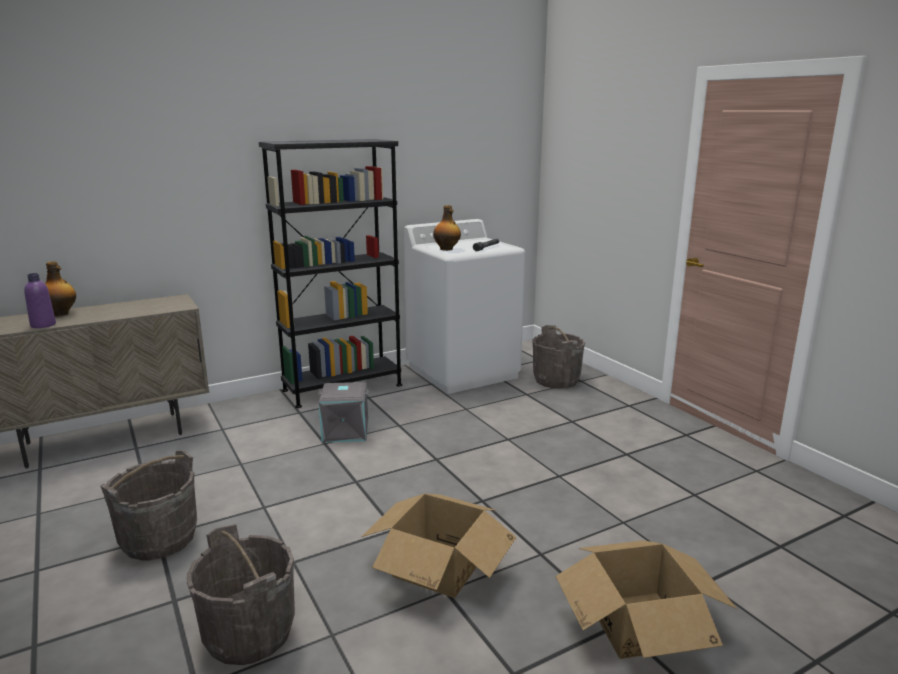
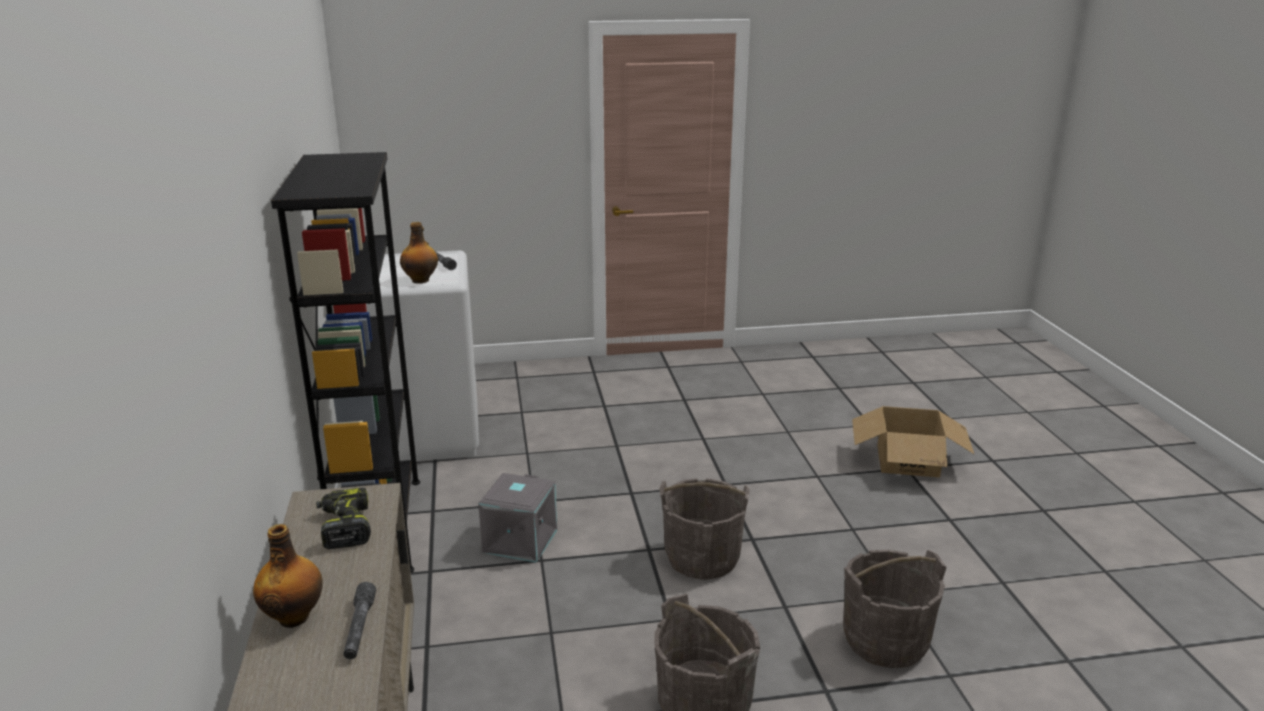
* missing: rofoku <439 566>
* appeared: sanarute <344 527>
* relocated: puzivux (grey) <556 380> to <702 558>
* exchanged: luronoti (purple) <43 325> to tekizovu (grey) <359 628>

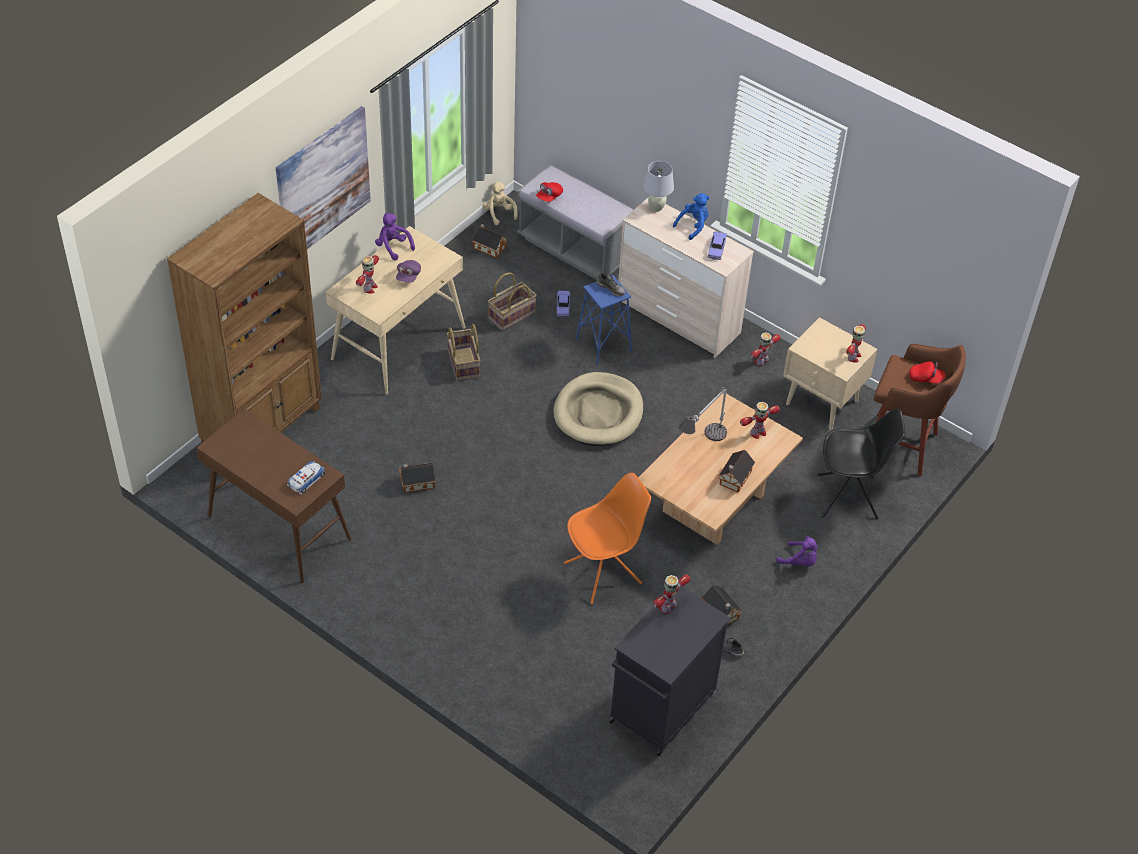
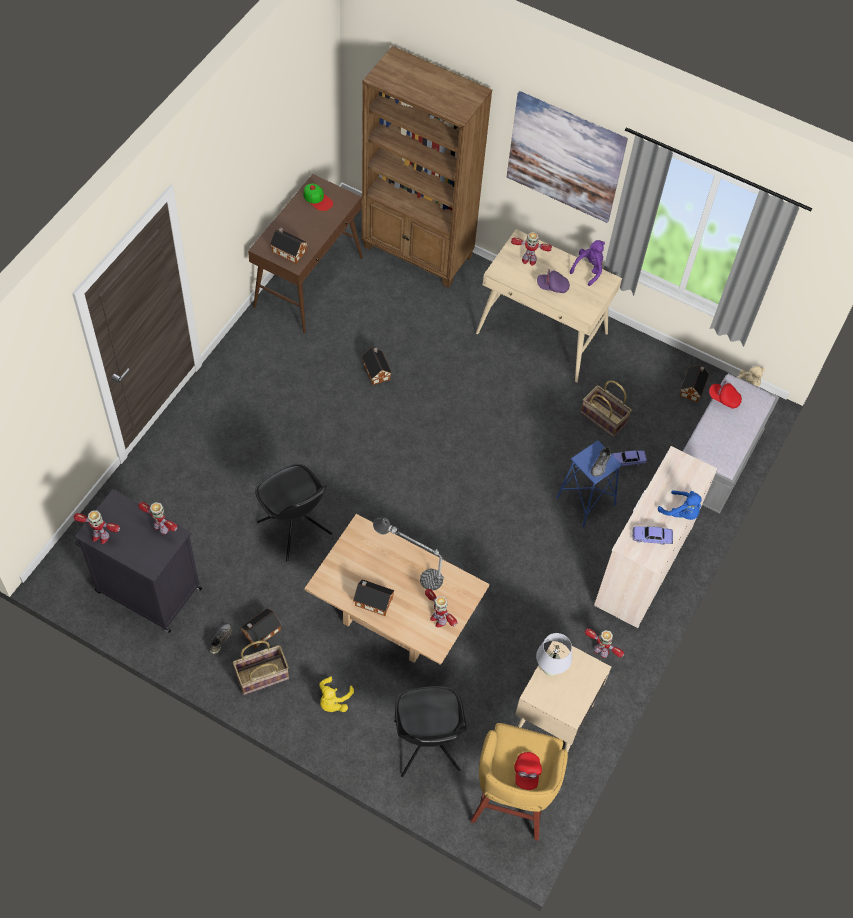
* missing: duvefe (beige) <598 412>
* appeared: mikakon <318 199>
* relocated: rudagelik <462 364> to <262 675>
* relocated: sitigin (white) <656 208> to <550 670>
* relocated: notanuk <853 357> to <100 536>
* exchanged: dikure <306 480> to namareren <288 250>
* colour: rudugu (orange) <604 573> to rudugu (black) <295 529>
* colour: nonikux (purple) <799 561> to nonikux (yellow) <333 701>
* colour: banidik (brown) <902 445> to banidik (yellow) <510 801>

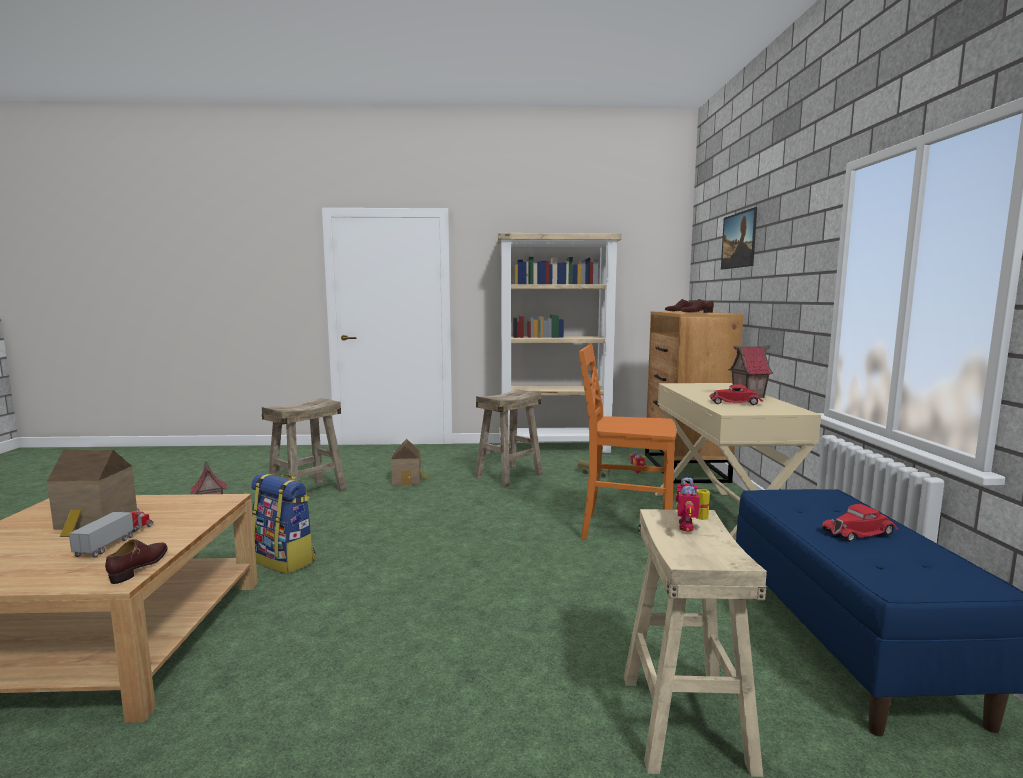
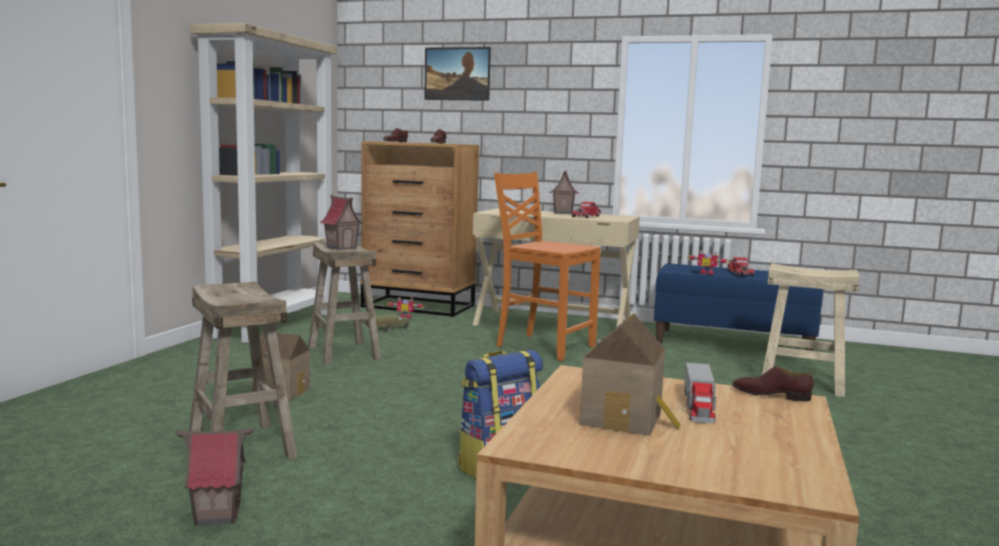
* appeared: namareren <341 248>
* relocated: notanuk <691 527> to <707 273>
* spun: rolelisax <116 540> = <698 406> 105 degrees counterclockwise
* spun: rudugu (orange) <624 530> = <543 346> 90 degrees clockwise

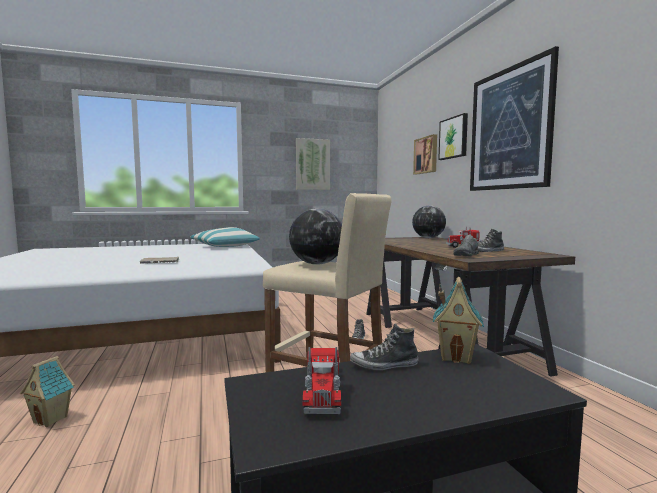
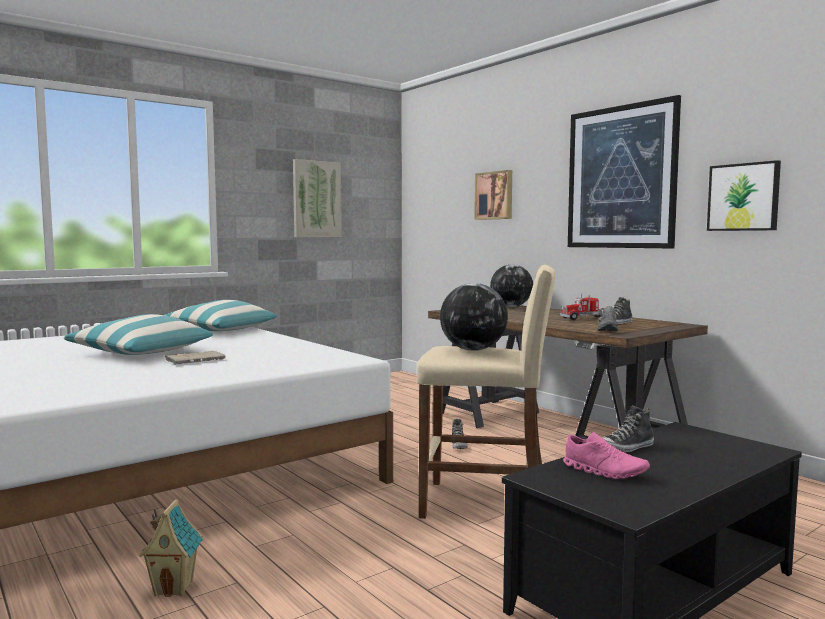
* missing: namareren <456 357>
* appeared: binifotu <141 352>
* relocated: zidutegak <454 138> to <743 197>
* exchanged: rolelisax <322 389> to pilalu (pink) <604 471>

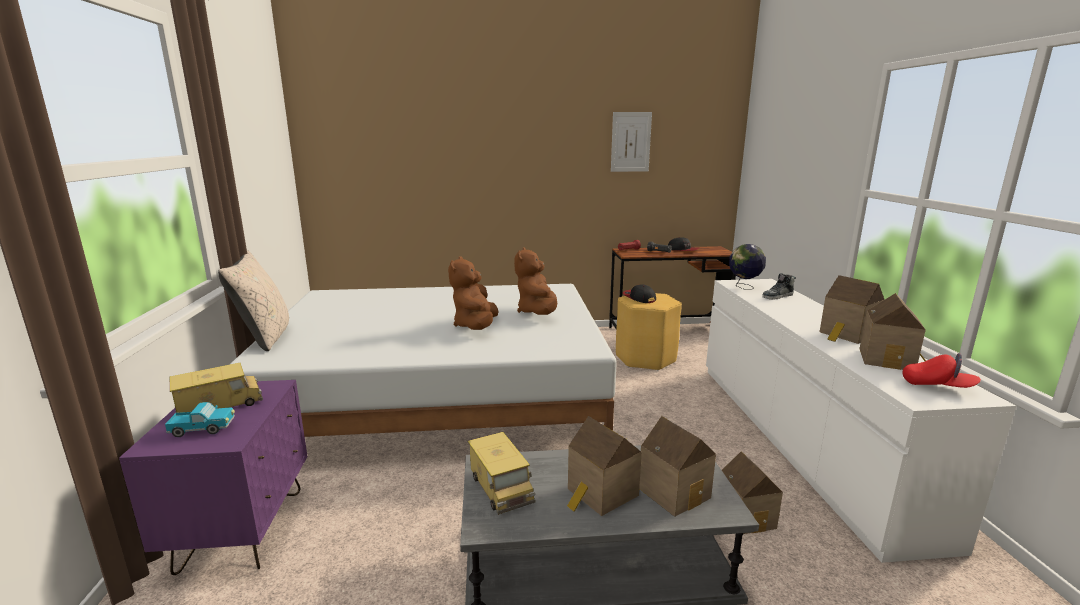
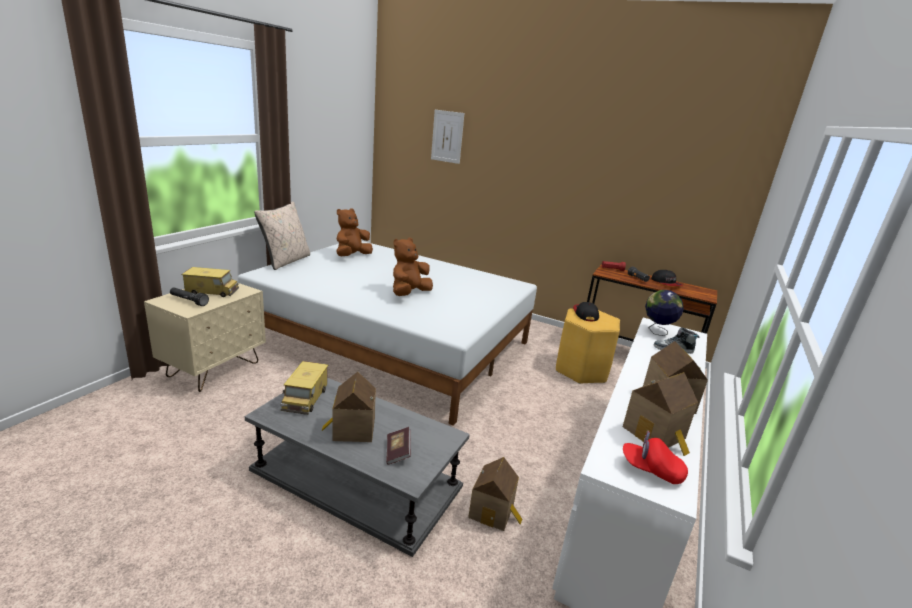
* relocated: nonikux (brown) <537 312> to <352 256>
* relocated: zidutegak <630 142> to <447 136>
* exchanged: rolelisax <203 429> to tekizovu (black) <188 301>
* exchanged: namareren <676 491> to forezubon <398 452>
* colour: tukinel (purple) <243 529> to tukinel (beige) <214 369>
* spun: mikakon (red) <937 386> = <651 470> 135 degrees clockwise

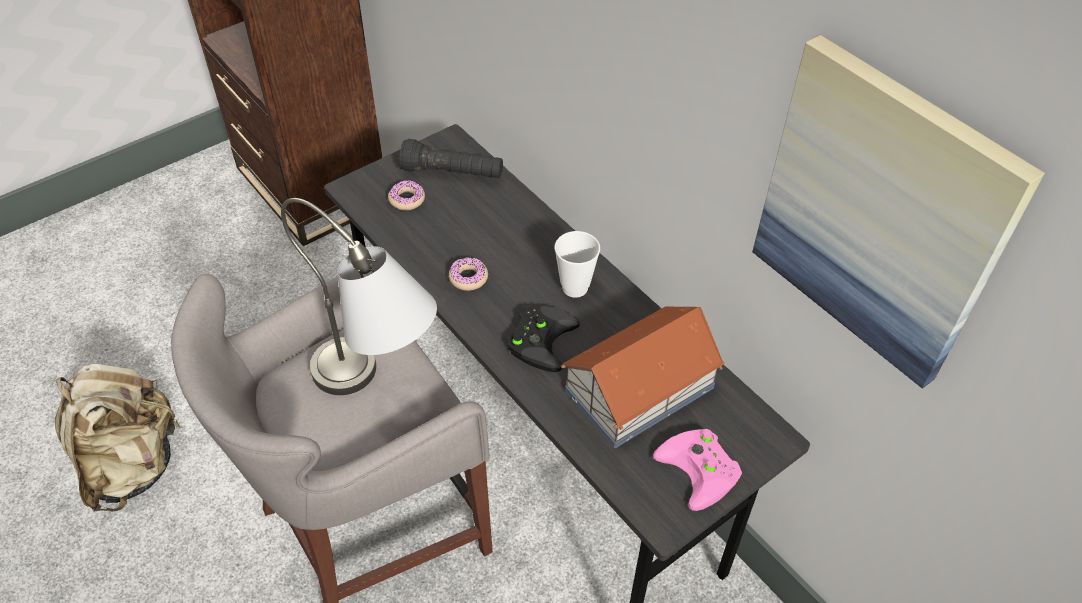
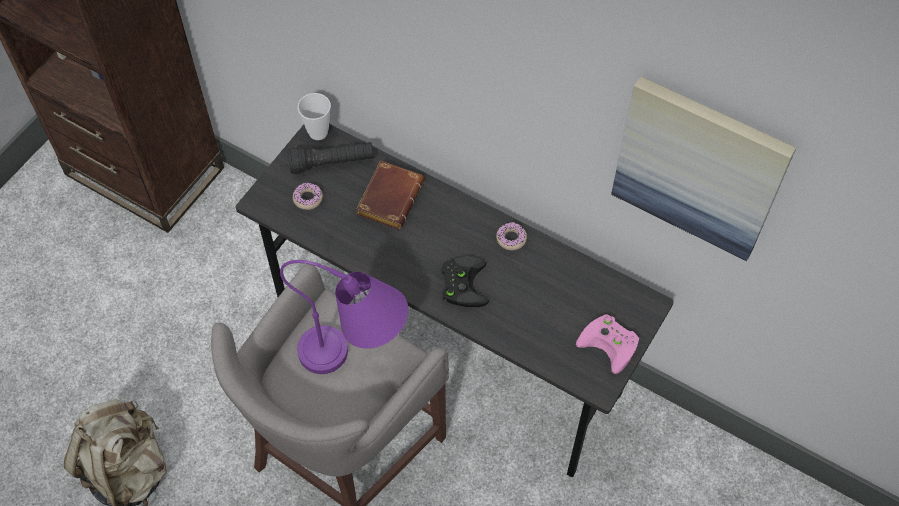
* missing: namareren <641 389>
* appeared: forezubon (brown) <389 197>
* relocated: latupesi <468 278> to <511 238>
* relocated: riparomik <575 287> to <318 132>
* colour: sitigin (grey) <378 389> to sitigin (purple) <356 358>

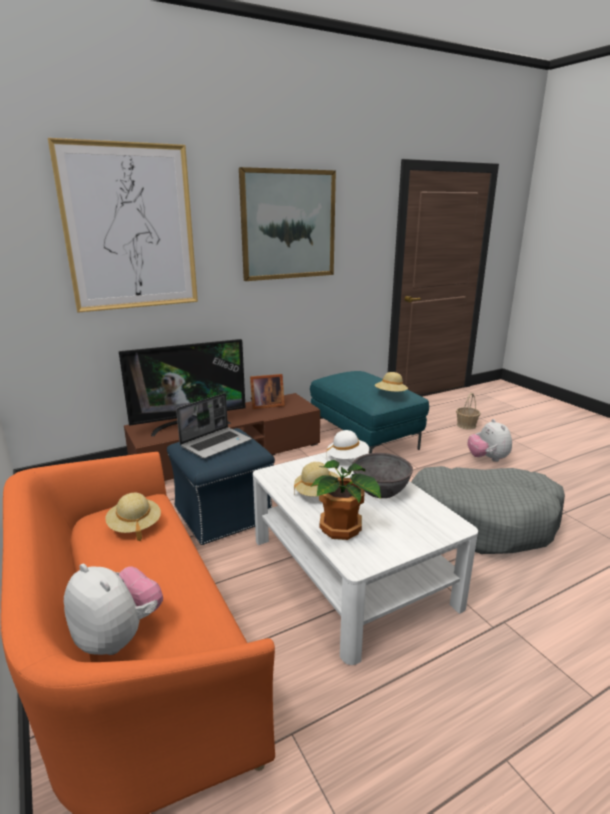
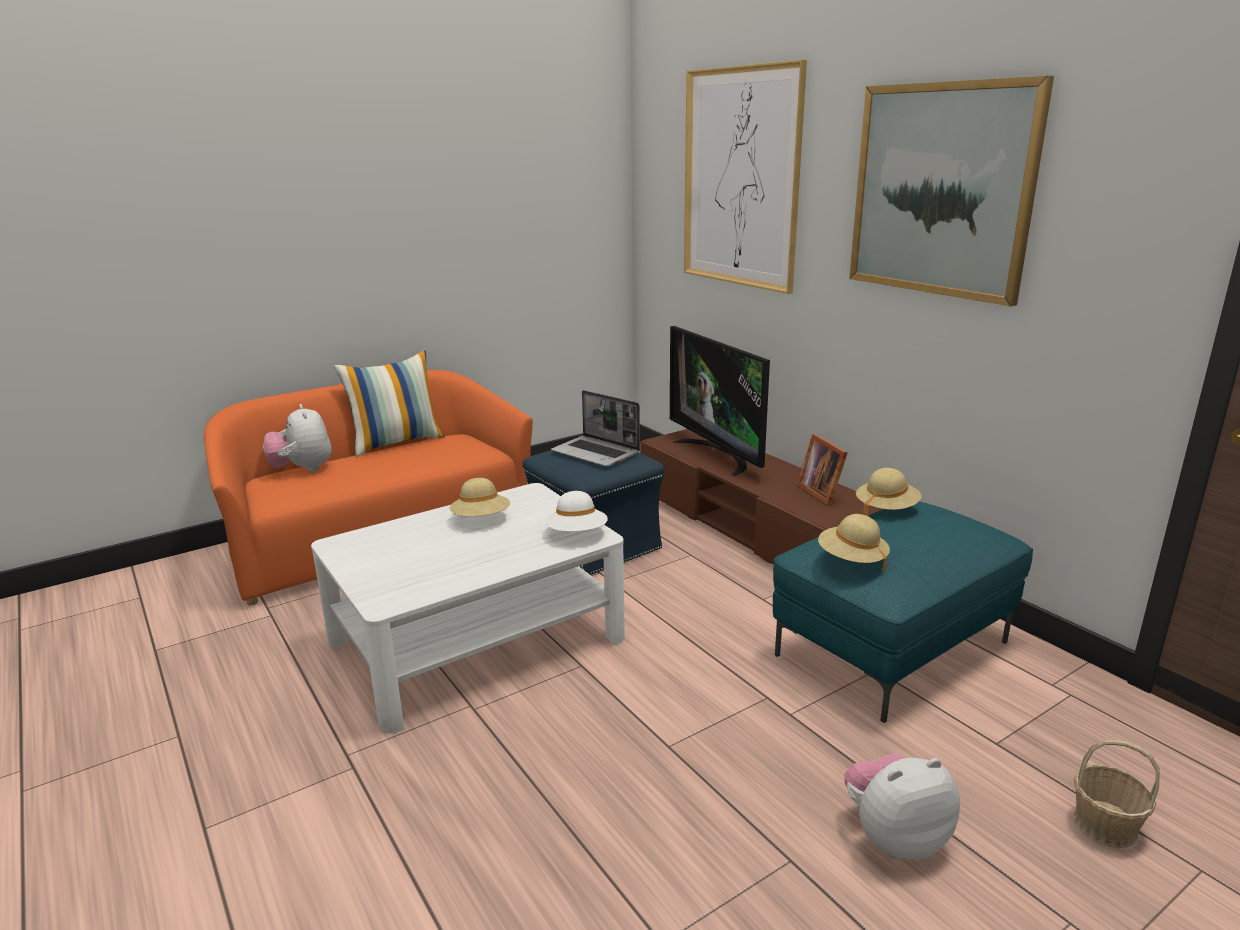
* missing: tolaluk <341 529>
* missing: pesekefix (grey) <380 490>
* missing: duvefe (grey) <483 521>
* appeared: binifotu <396 442>
* relocated: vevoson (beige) <135 526> to <886 508>
* spun: nonikux <118 636> = <302 469> 120 degrees clockwise

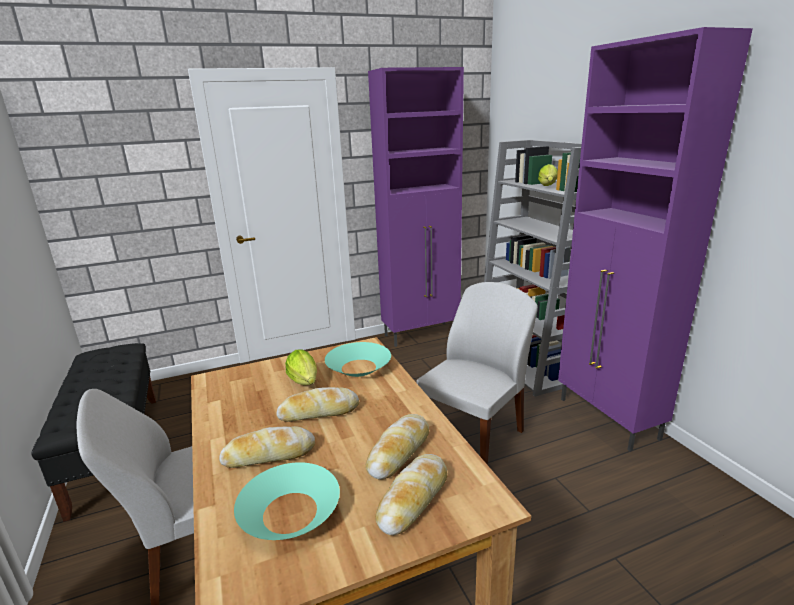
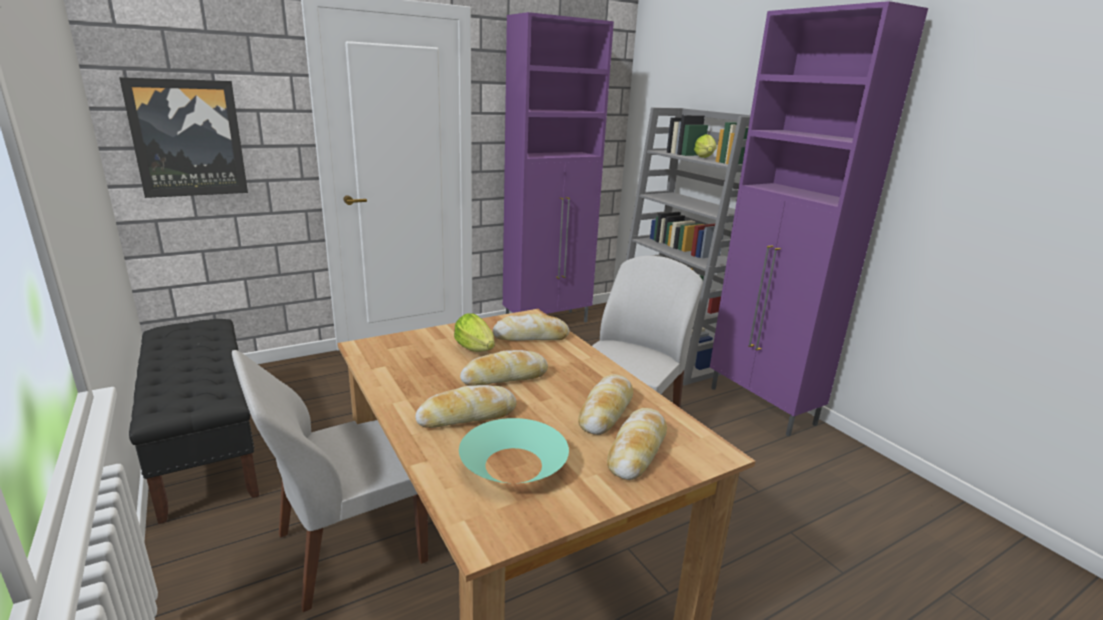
* appeared: zidutegak <188 138>
* exchanged: pesekefix (turquoise) <359 367> to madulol <531 336>

